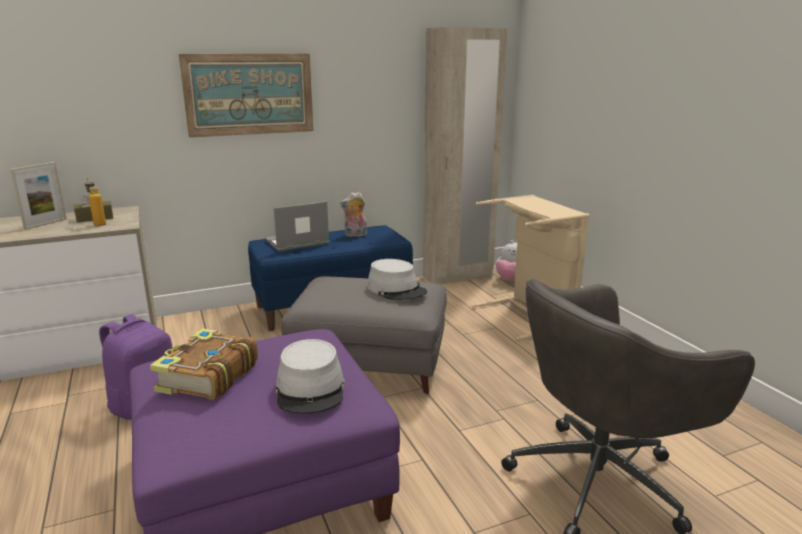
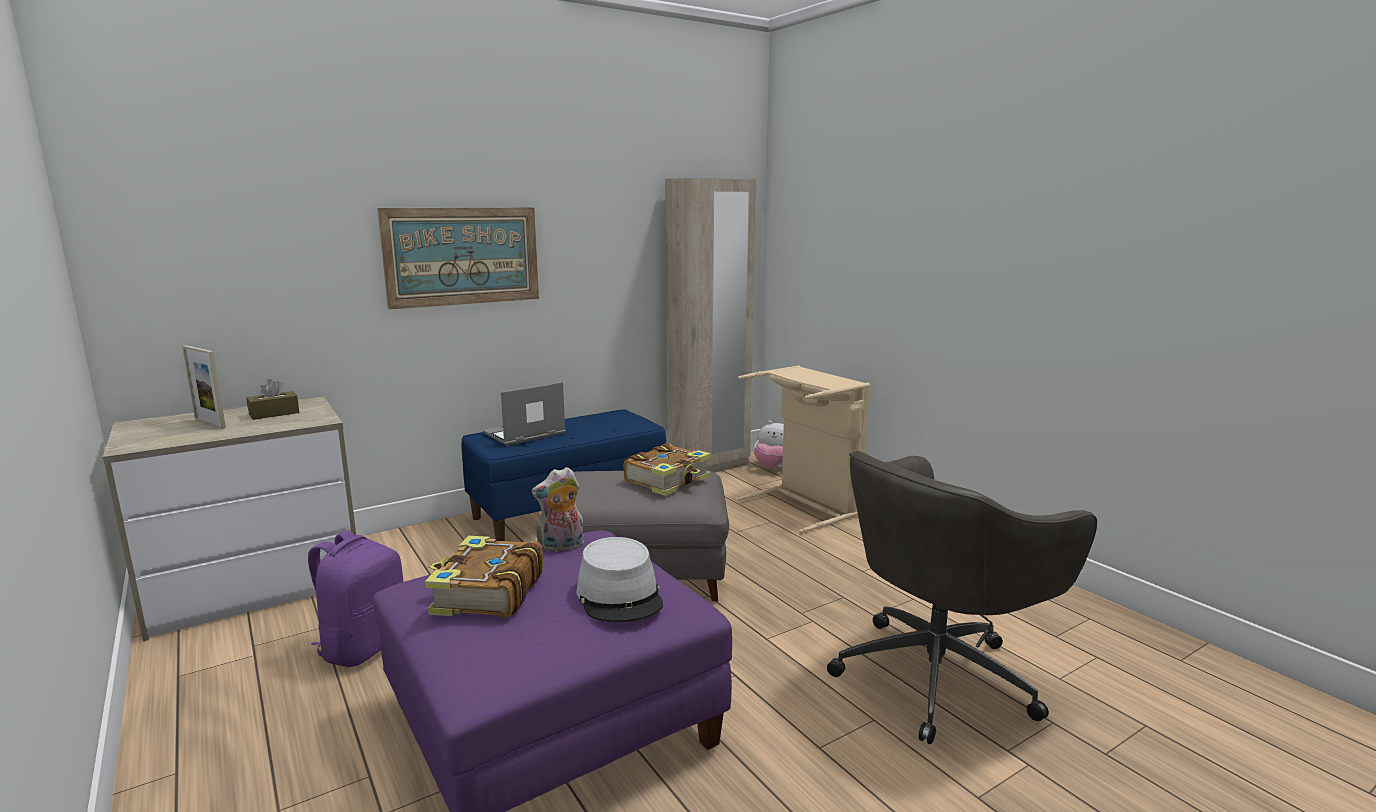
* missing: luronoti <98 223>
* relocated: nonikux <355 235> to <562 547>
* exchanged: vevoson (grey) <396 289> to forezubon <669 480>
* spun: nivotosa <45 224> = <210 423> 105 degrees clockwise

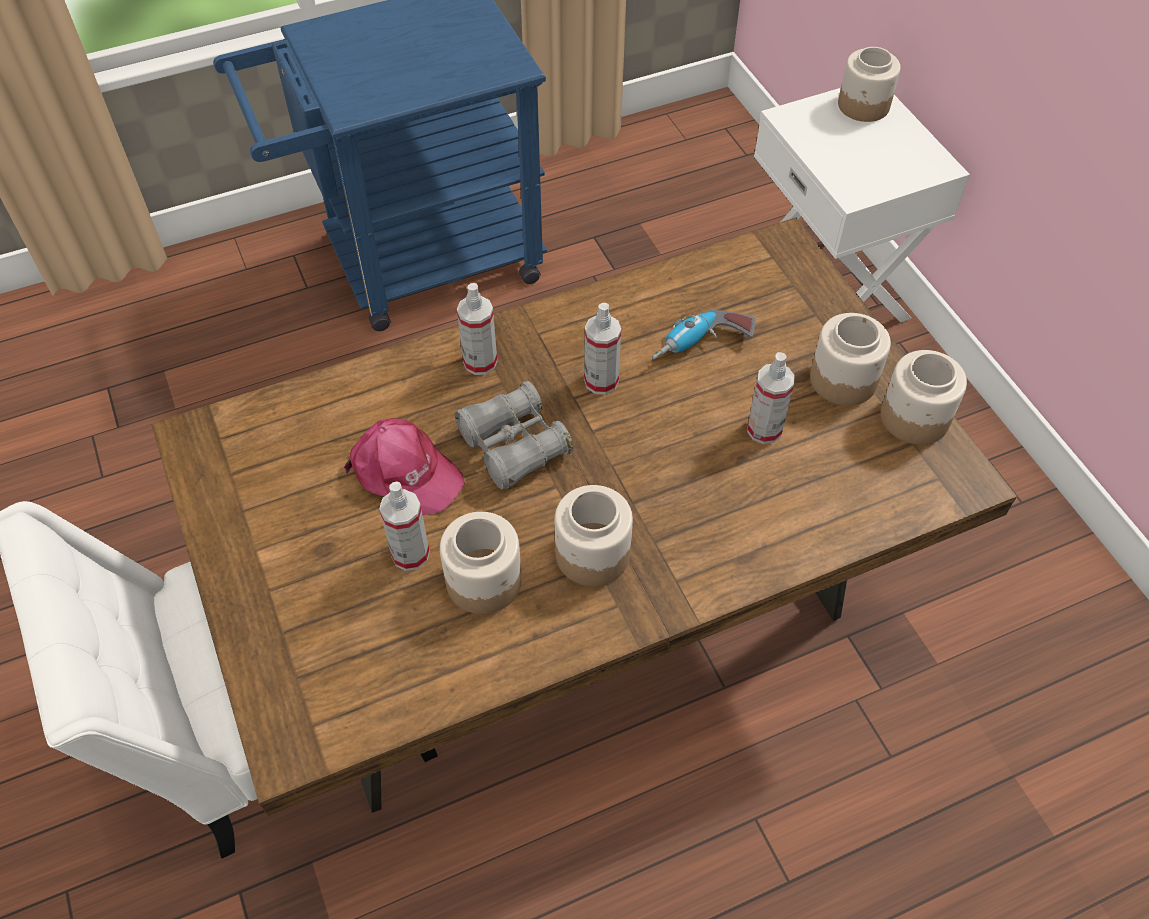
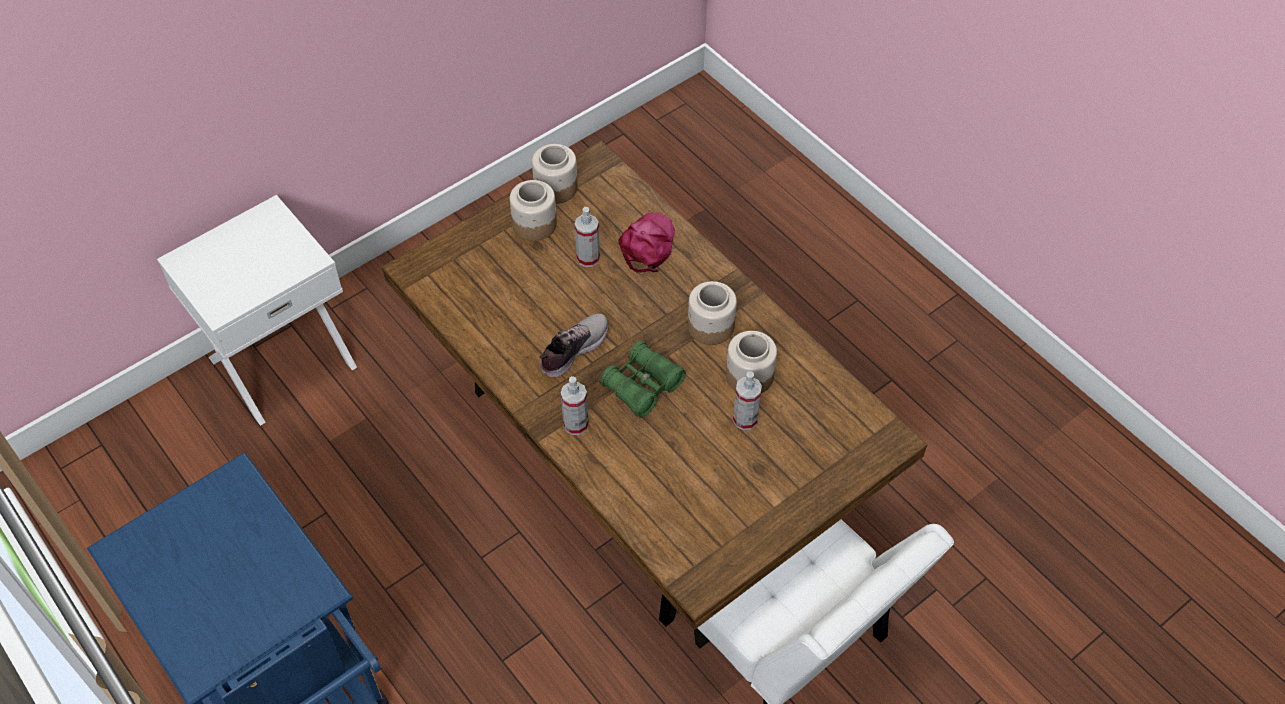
* missing: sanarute <702 346>
* missing: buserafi <863 106>
* relocated: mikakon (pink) <405 473> to <647 245>
* exchanged: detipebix <601 381> to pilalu <573 350>
* colour: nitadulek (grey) <514 445> to nitadulek (green) <642 386>

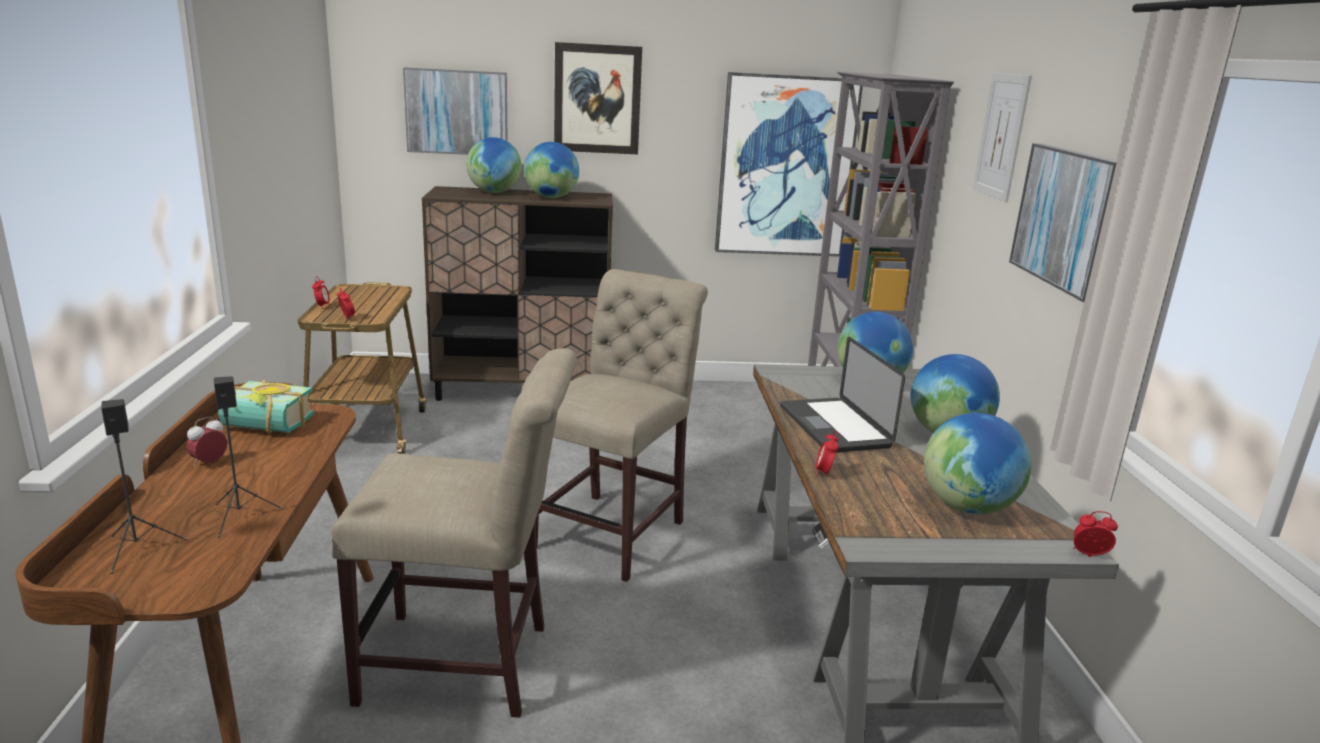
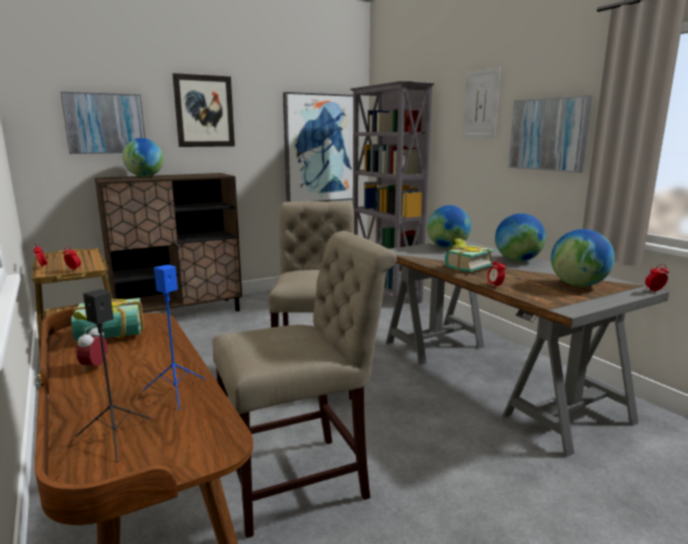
* missing: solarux <551 197>
* exchanged: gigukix <834 427> to forezubon <464 267>
* colour: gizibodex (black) <239 517> to gizibodex (blue) <176 392>

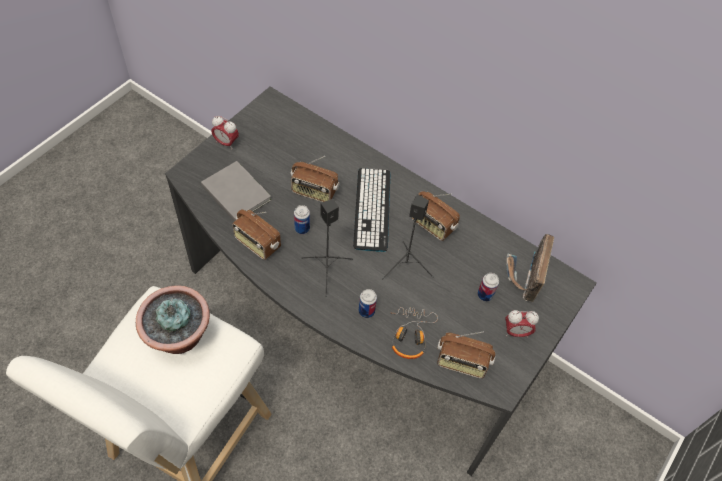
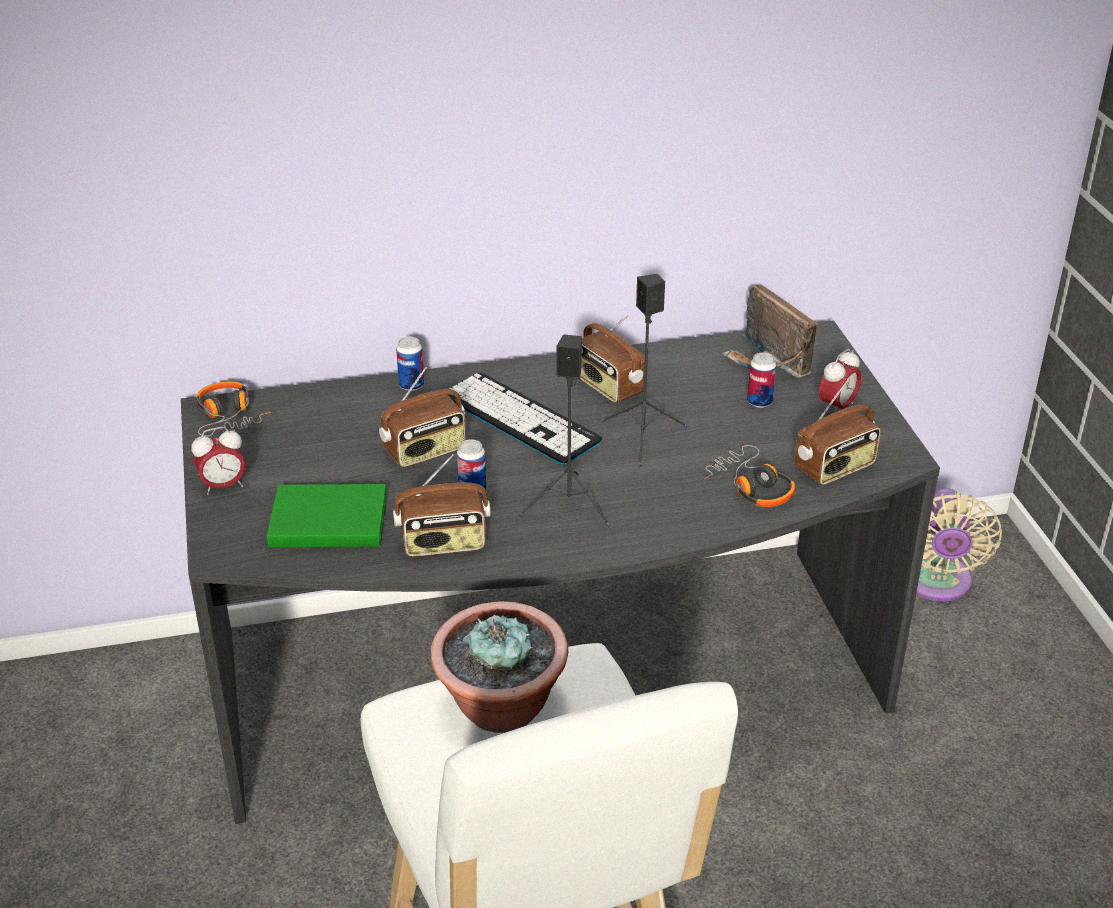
* appeared: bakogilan <228 417>
* appeared: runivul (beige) <936 584>
* relocated: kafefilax <366 311> to <411 385>
* colour: forezubon (grey) <236 191> to forezubon (green) <325 519>
* spun: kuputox <432 225> = <608 387> 60 degrees clockwise

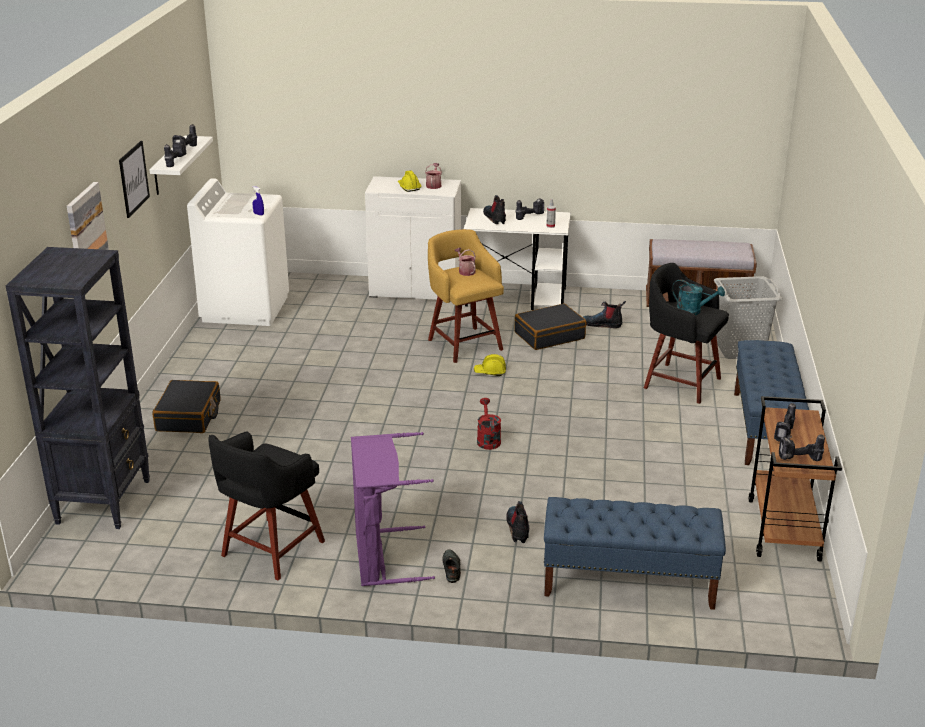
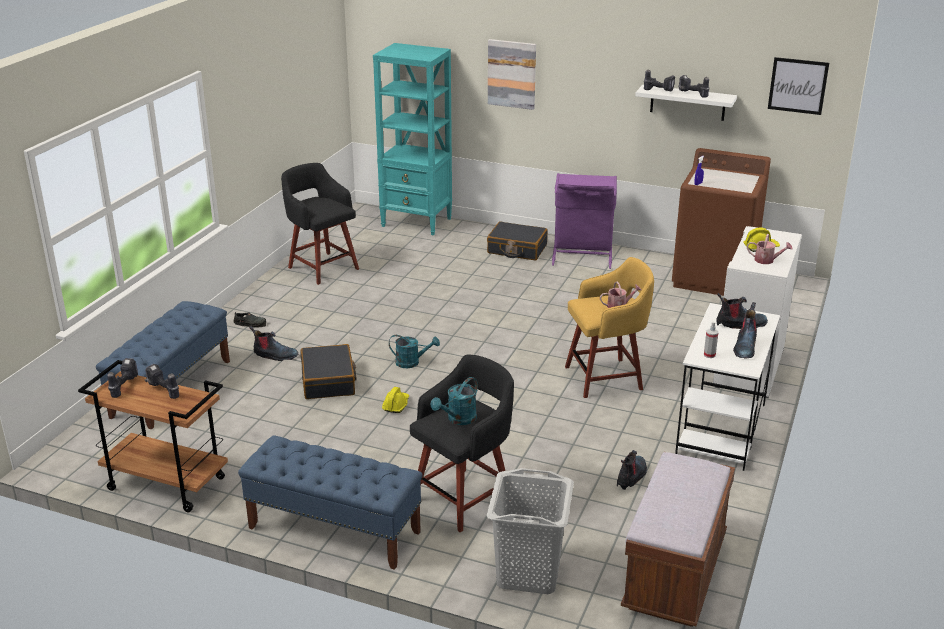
* relocated: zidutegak <133 178> to <798 86>
* relocated: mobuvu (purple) <382 557> to <582 254>
* relocated: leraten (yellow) <490 372> to <396 405>
* relocated: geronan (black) <549 335> to <328 381>
* exchanged: sanarute <529 216> to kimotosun <745 347>
* colour: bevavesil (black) <104 501> to bevavesil (turquoise) <417 222>
* colour: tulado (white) <245 308> to tulado (brown) <714 278>
* colour: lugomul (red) <487 439> to lugomul (turquoise) <412 362>

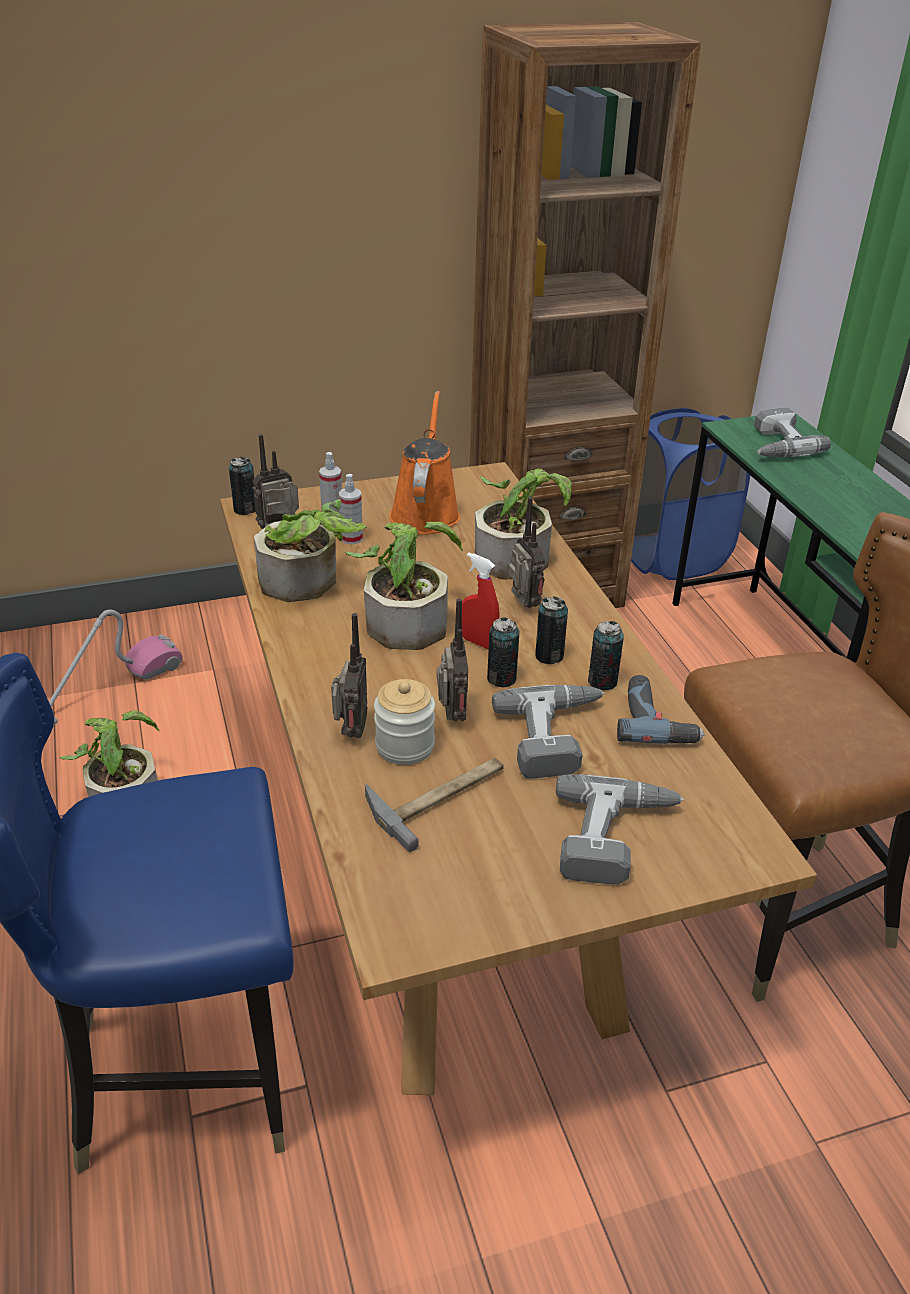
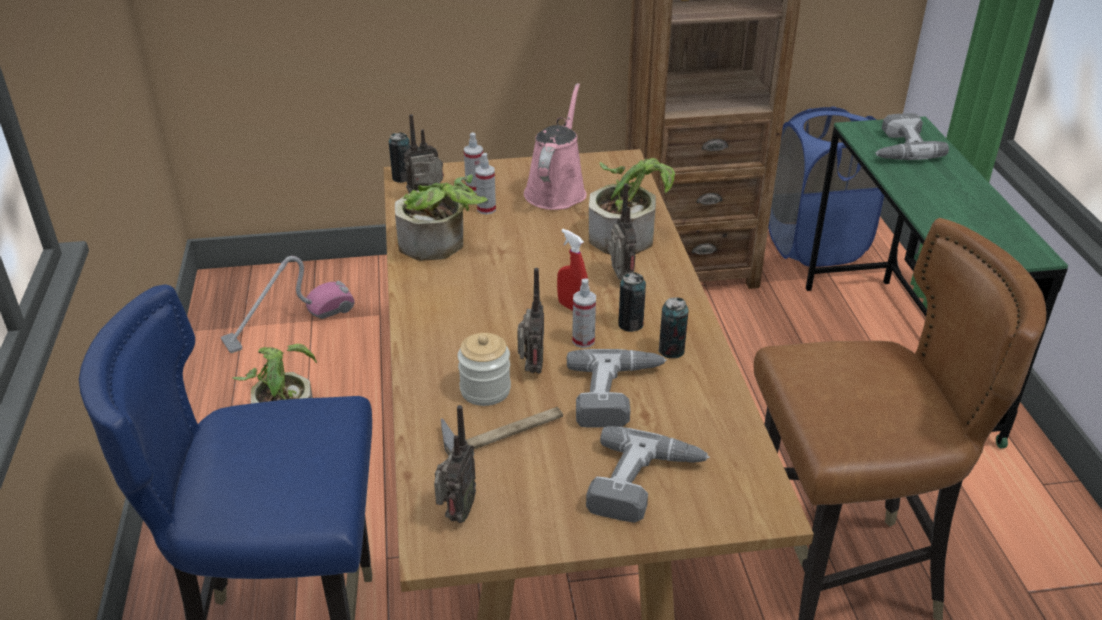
* missing: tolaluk <406 618>
* missing: sanarute <656 720>
* relocated: kuputox <350 733> to <456 514>
* exchanged: kafefilax <501 679> to detipebix <583 340>
* colour: lugomul (orange) <425 512> to lugomul (pink) <556 190>

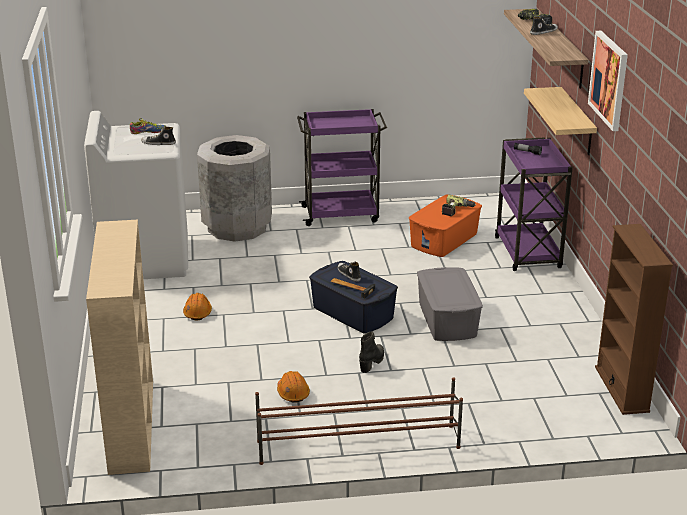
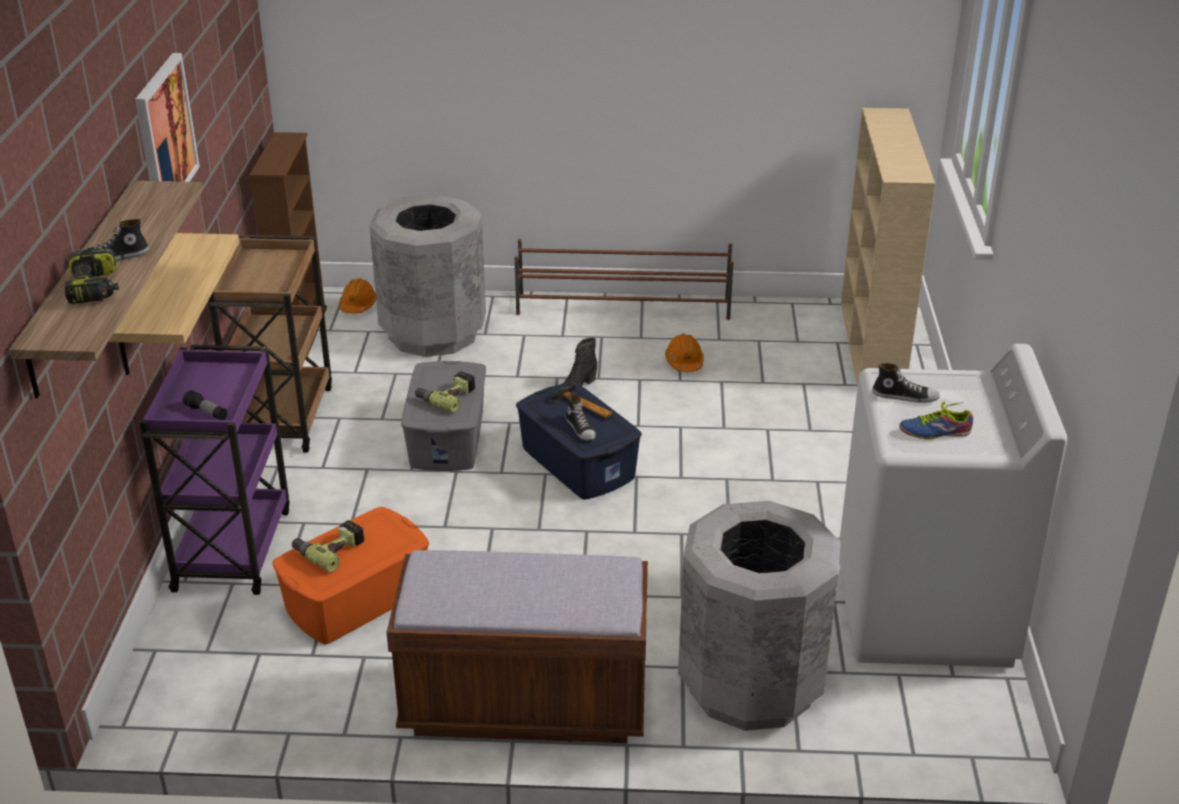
* appeared: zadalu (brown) <283 416>
* appeared: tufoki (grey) <434 333>
* appeared: sanarute <446 396>
* relocated: leraten (orange) <198 313> to <358 305>
* exchanged: zadalu (purple) <341 214> to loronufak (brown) <524 703>

